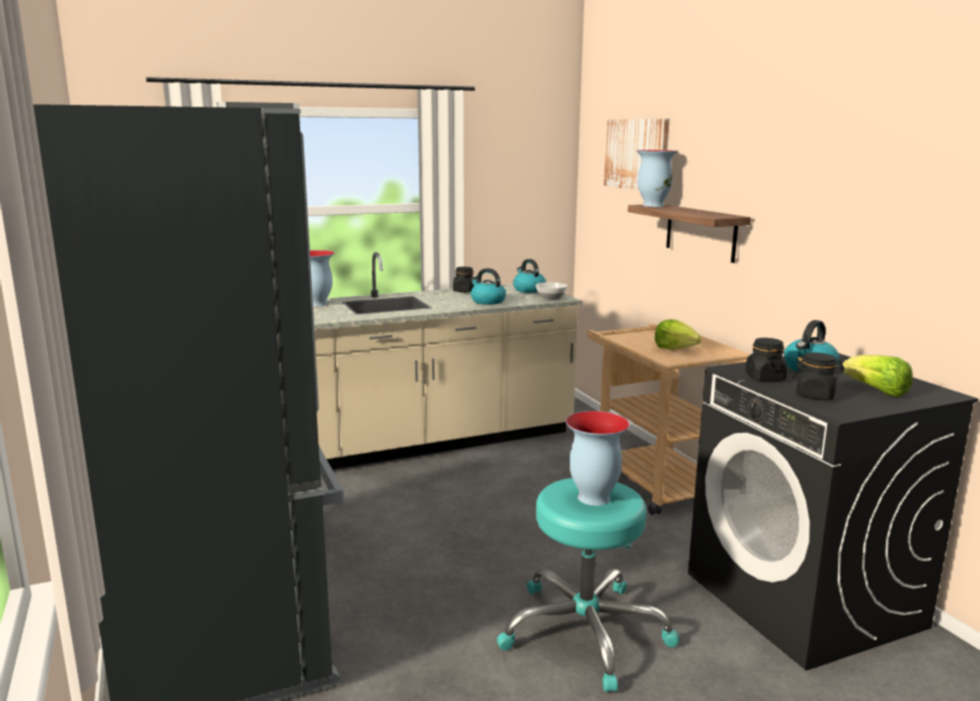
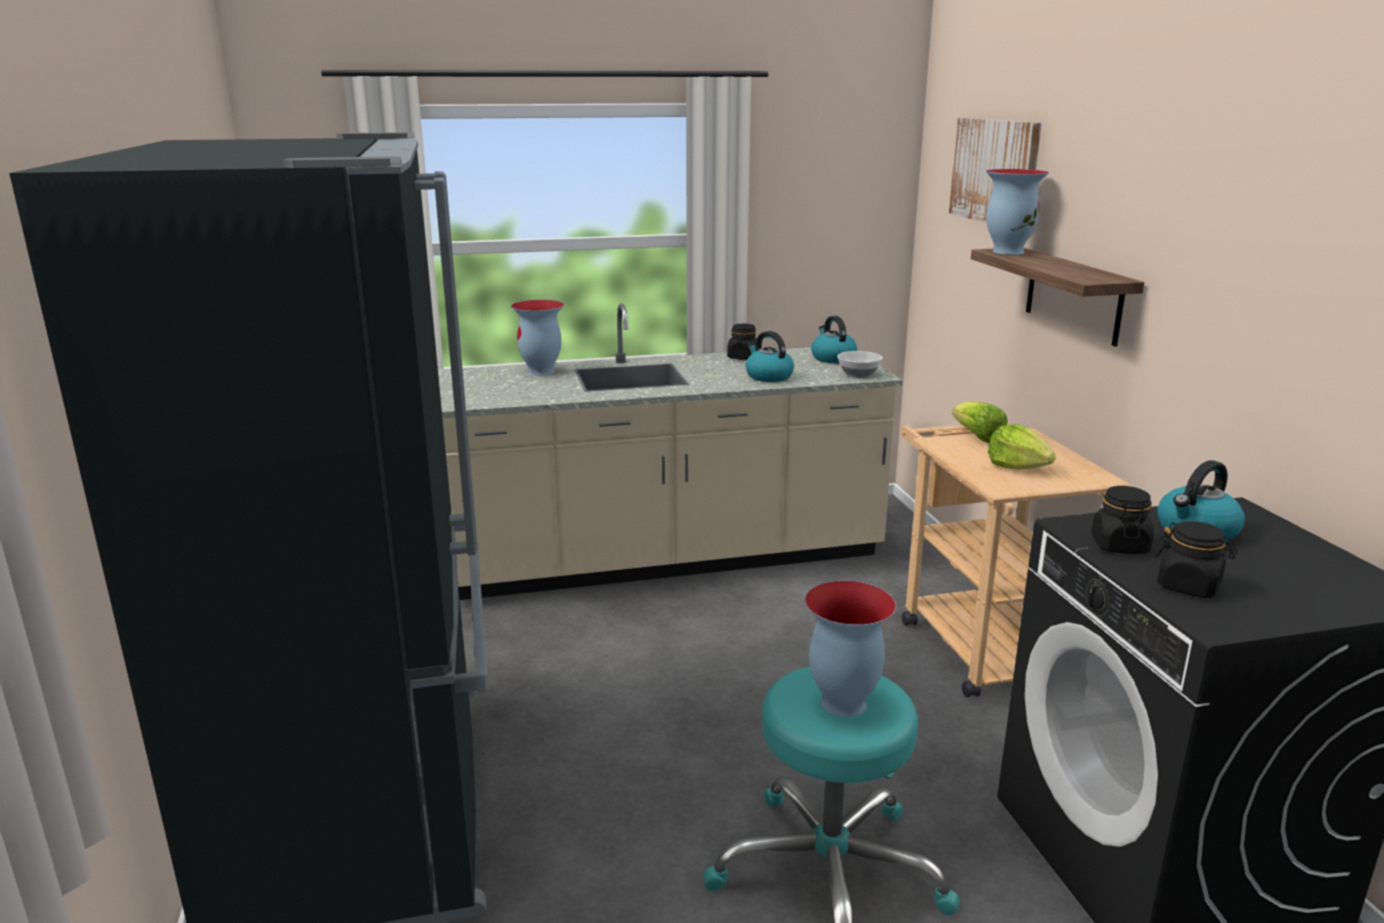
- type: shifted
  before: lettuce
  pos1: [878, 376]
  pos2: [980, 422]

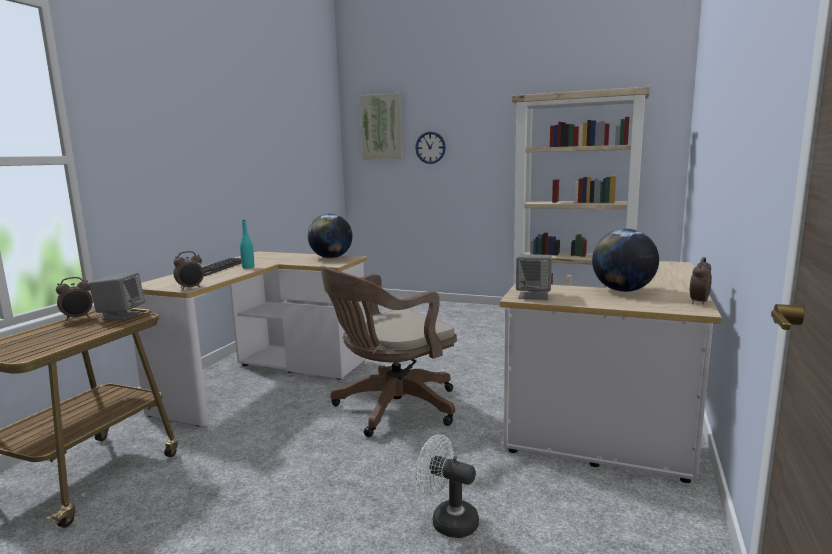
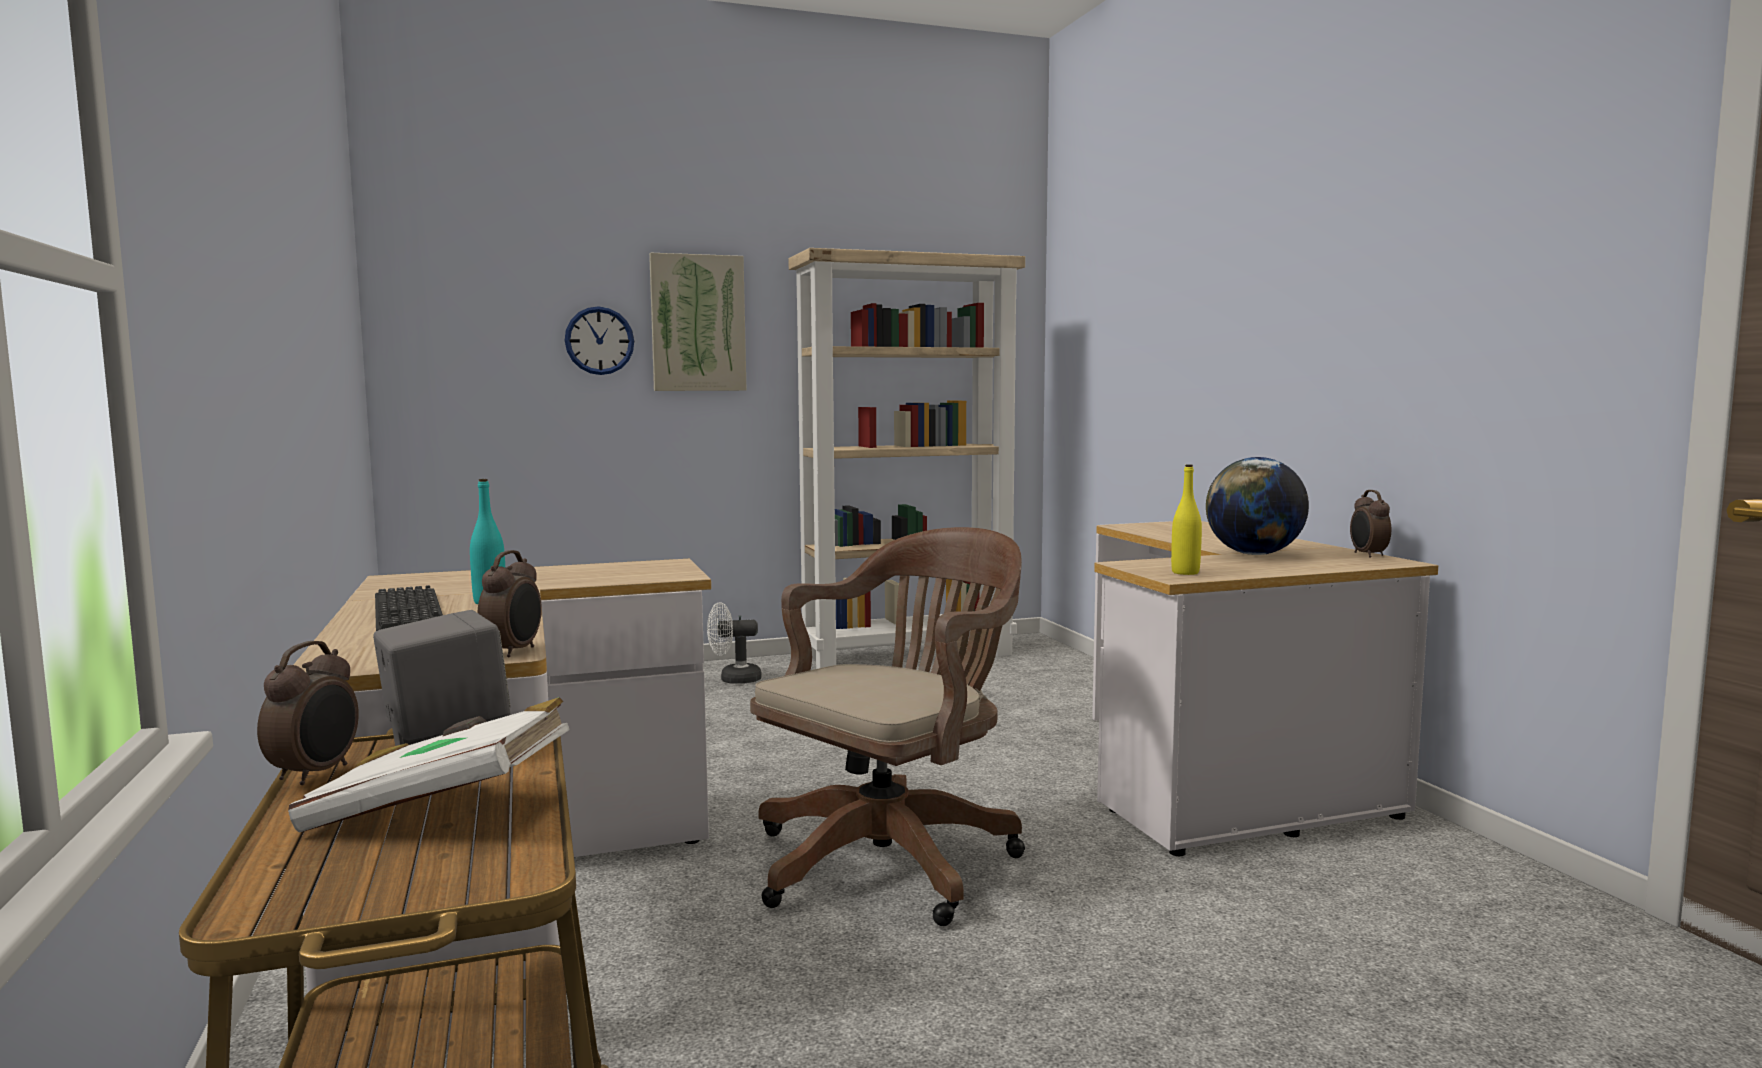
- type: new
  after: book in white
  pos2: [429, 765]
- type: shifted
  before: picture
  pos1: [381, 126]
  pos2: [698, 322]
- type: shifted
  before: fan in white
  pos1: [447, 486]
  pos2: [734, 643]
- type: rotated
  before: office chair in brown
  pos1: [388, 351]
  pos2: [887, 726]
  turn: -150
- type: swapped
  before: speaker in grey
  after: bottle in yellow
  pos1: [534, 277]
  pos2: [1186, 519]
- type: gone
  before: globe
  pos1: [330, 236]

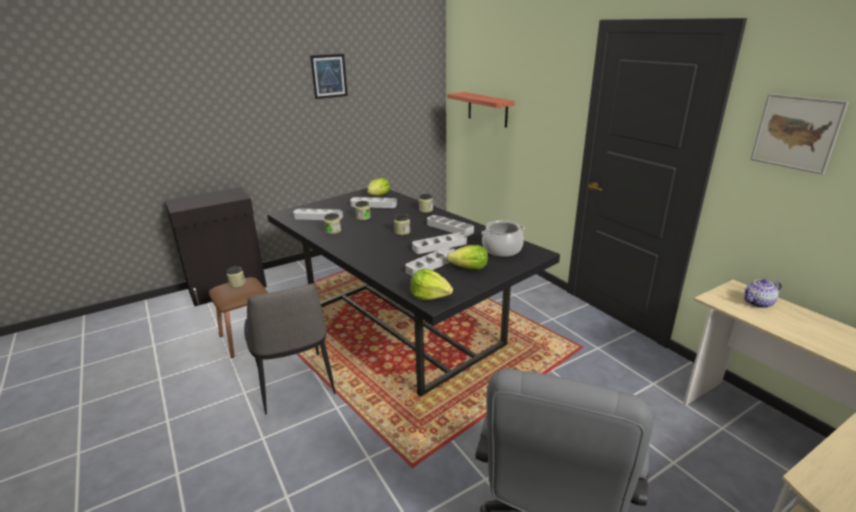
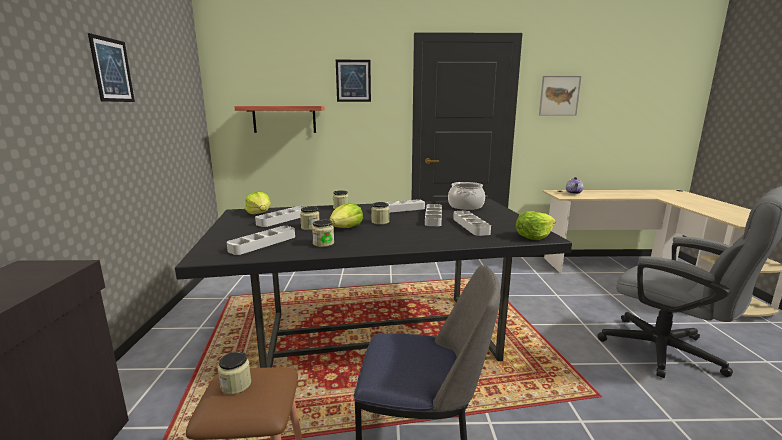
- type: shifted
  before: lettuce
  pos1: [467, 257]
  pos2: [346, 215]
- type: new
  after: picture
  pos2: [353, 81]

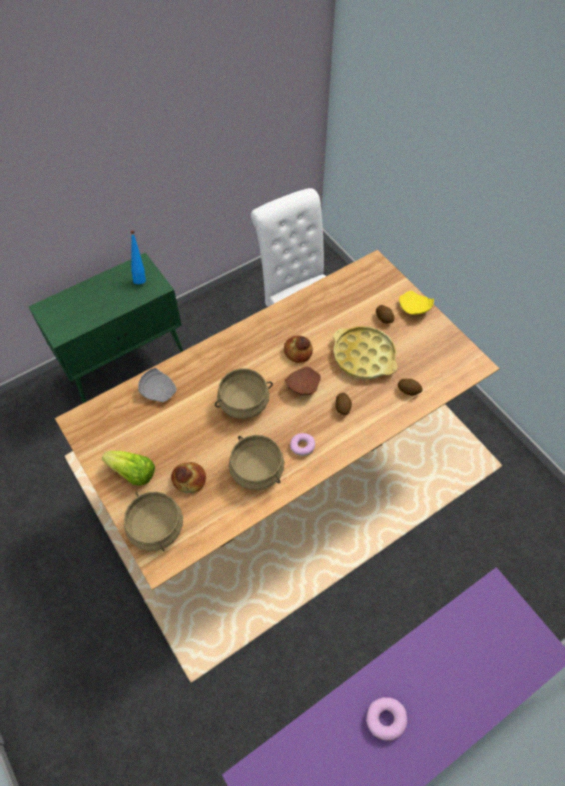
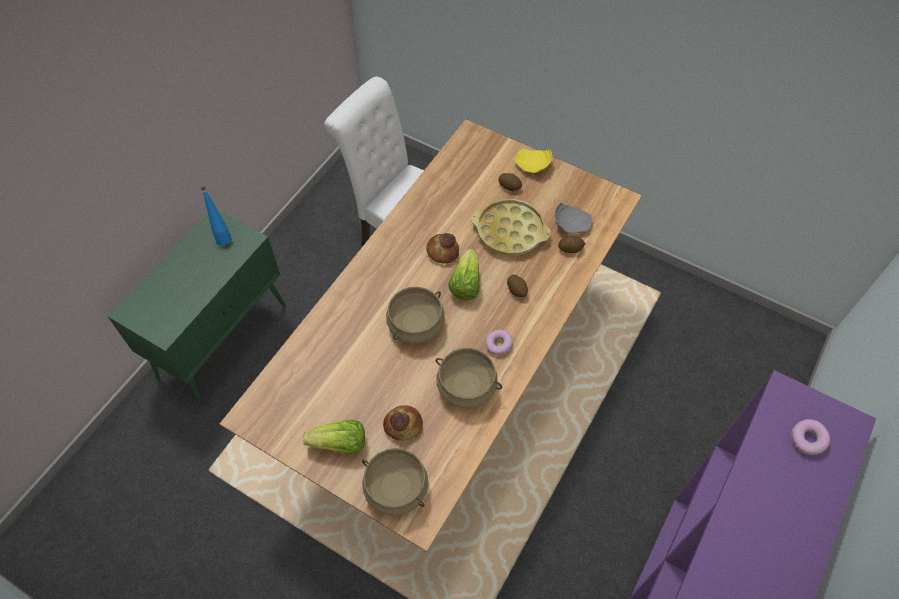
- type: swapped
  before: plate in brown
  after: lettuce
  pos1: [303, 381]
  pos2: [463, 274]
- type: shifted
  before: plate in grey
  pos1: [157, 385]
  pos2: [573, 217]
- type: shifted
  before: donut
  pos1: [386, 719]
  pos2: [810, 437]

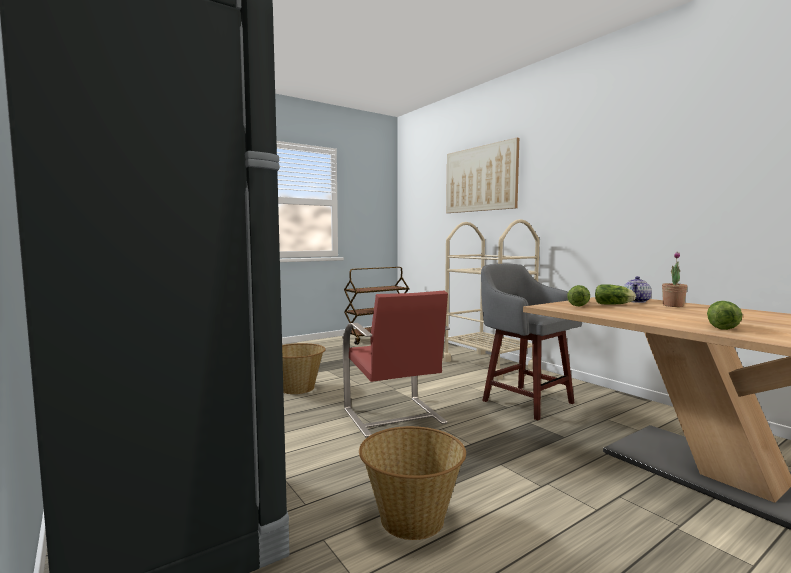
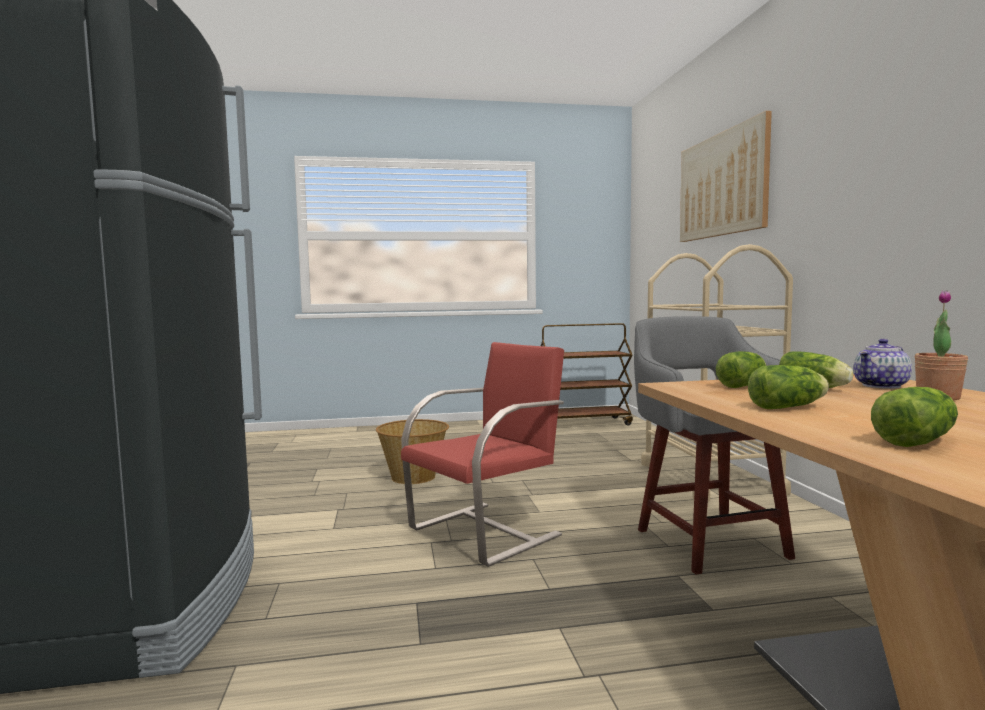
- type: rotated
  before: chair in red
  pos1: [396, 364]
  pos2: [482, 454]
  turn: -135
- type: new
  after: lettuce
  pos2: [788, 387]
- type: gone
  before: basket
  pos1: [412, 483]

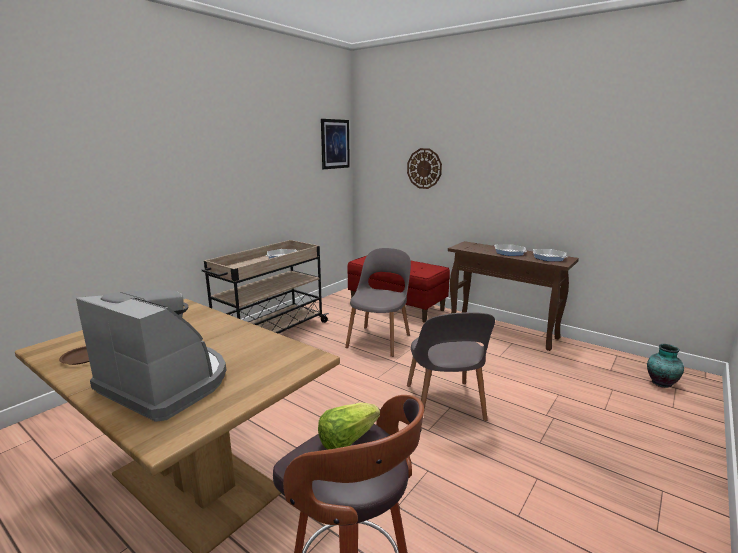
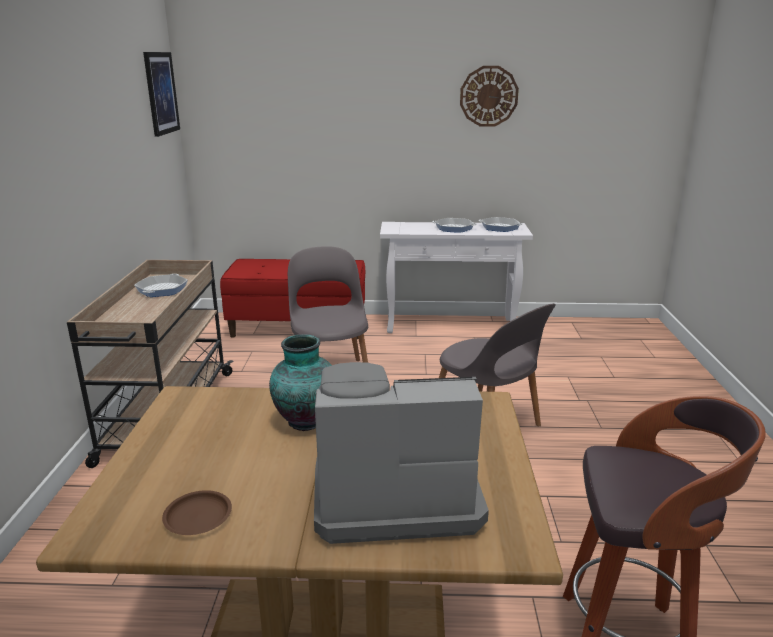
- type: shifted
  before: vase
  pos1: [665, 366]
  pos2: [300, 382]
- type: repainted
  before: console table in brown
  after: console table in white
  pos1: [513, 296]
  pos2: [456, 277]
- type: shifted
  before: wall clock
  pos1: [424, 168]
  pos2: [489, 96]
- type: gone
  before: lettuce
  pos1: [349, 426]

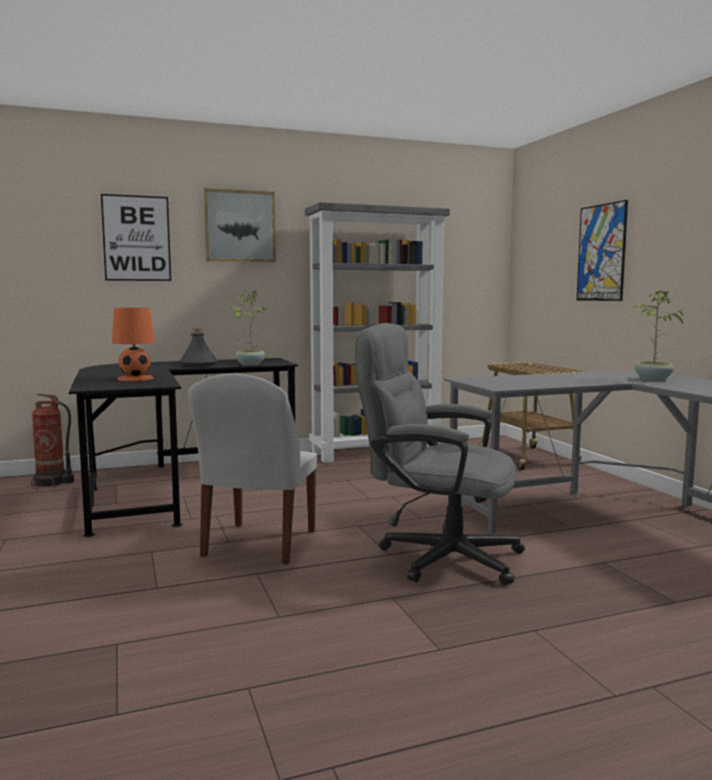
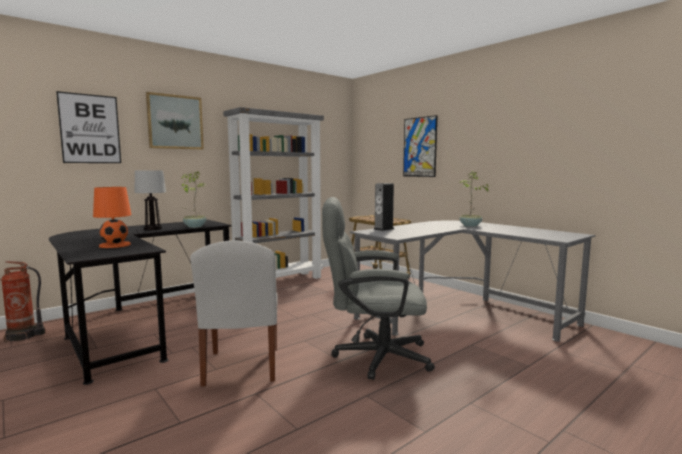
- type: swapped
  before: bottle in grey
  after: table lamp
  pos1: [198, 347]
  pos2: [150, 200]
- type: new
  after: speaker
  pos2: [383, 207]

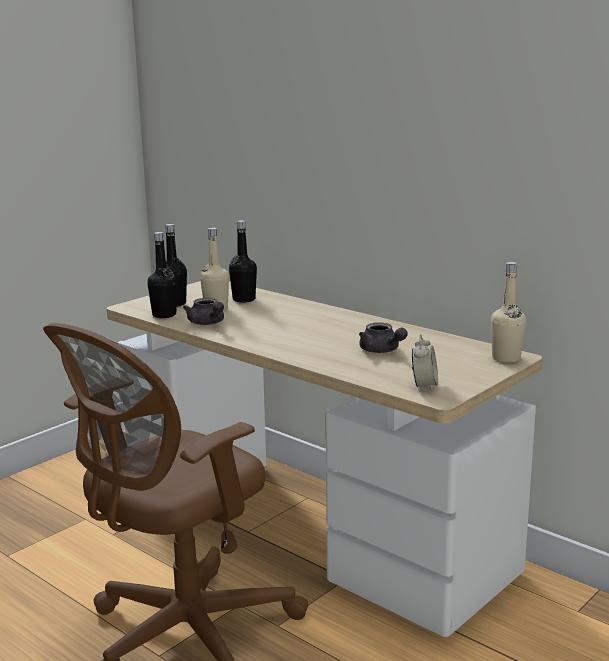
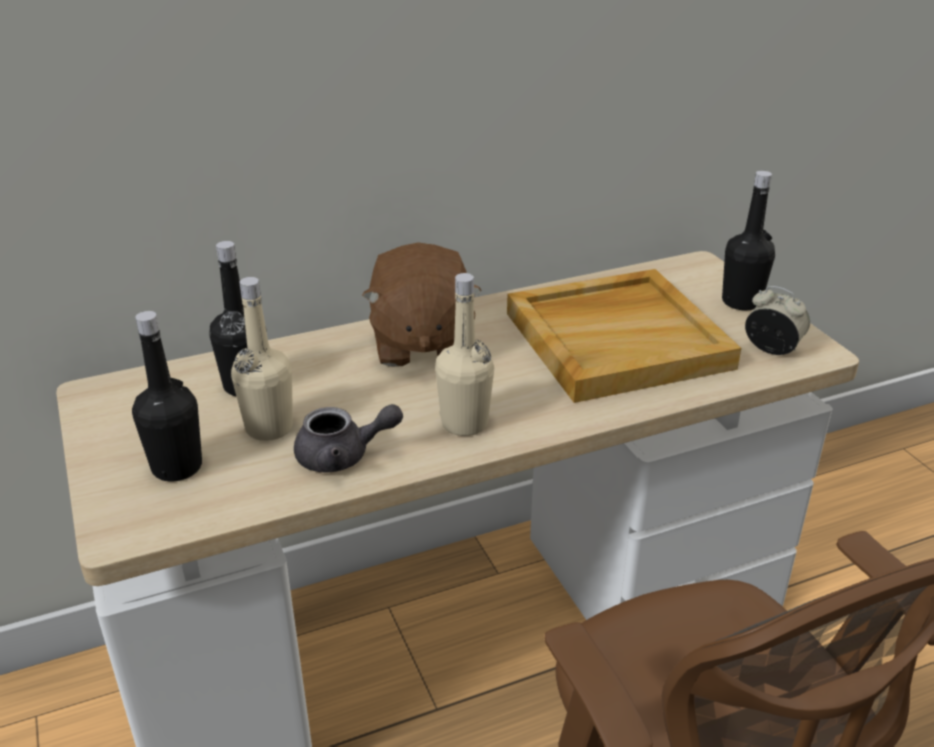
- type: new
  after: plush toy in brown
  pos2: [422, 305]
- type: shifted
  before: bottle in beige
  pos1: [508, 312]
  pos2: [464, 354]
- type: swapped
  before: teapot in grey
  after: tray in beige
  pos1: [383, 337]
  pos2: [624, 336]
- type: shifted
  before: bottle in black
  pos1: [162, 275]
  pos2: [748, 241]

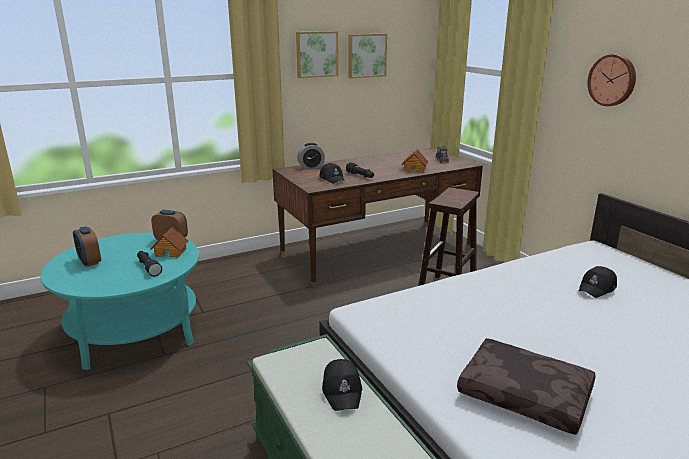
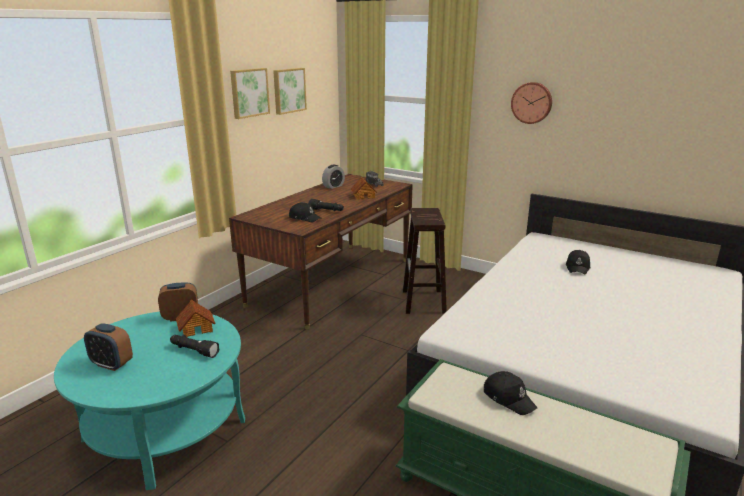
- type: shifted
  before: alarm clock
  pos1: [311, 156]
  pos2: [333, 177]
- type: gone
  before: pillow in brown
  pos1: [526, 386]

